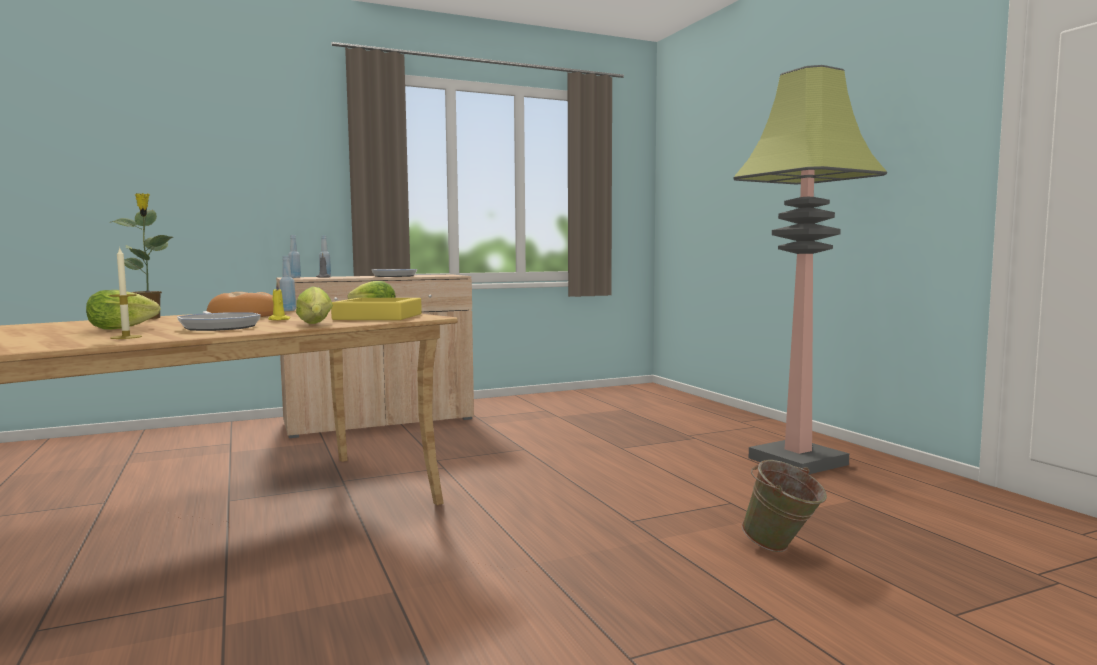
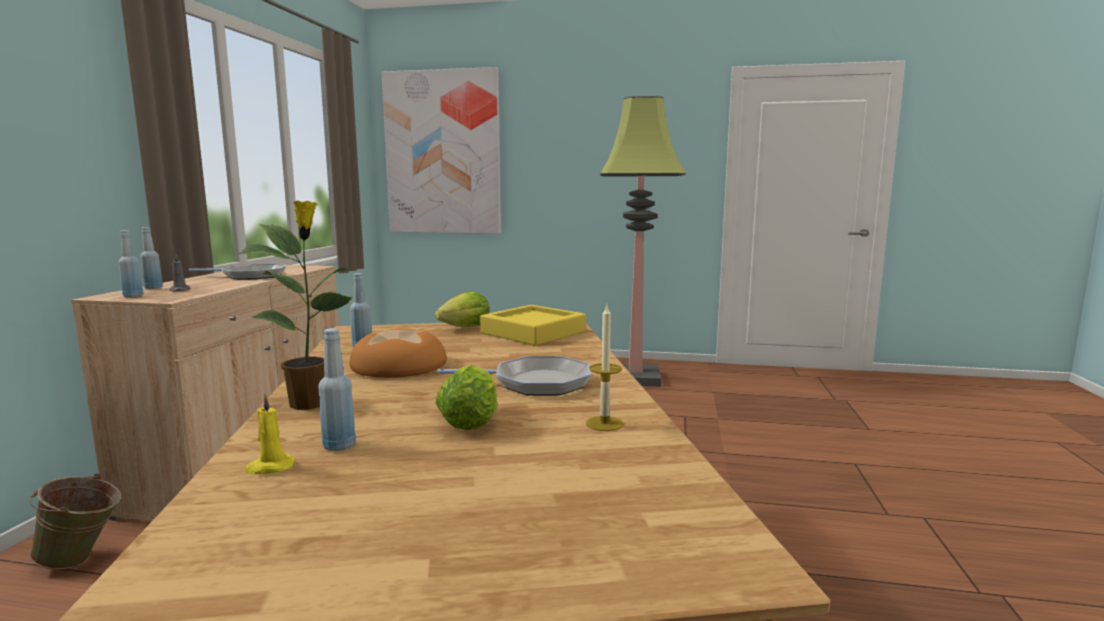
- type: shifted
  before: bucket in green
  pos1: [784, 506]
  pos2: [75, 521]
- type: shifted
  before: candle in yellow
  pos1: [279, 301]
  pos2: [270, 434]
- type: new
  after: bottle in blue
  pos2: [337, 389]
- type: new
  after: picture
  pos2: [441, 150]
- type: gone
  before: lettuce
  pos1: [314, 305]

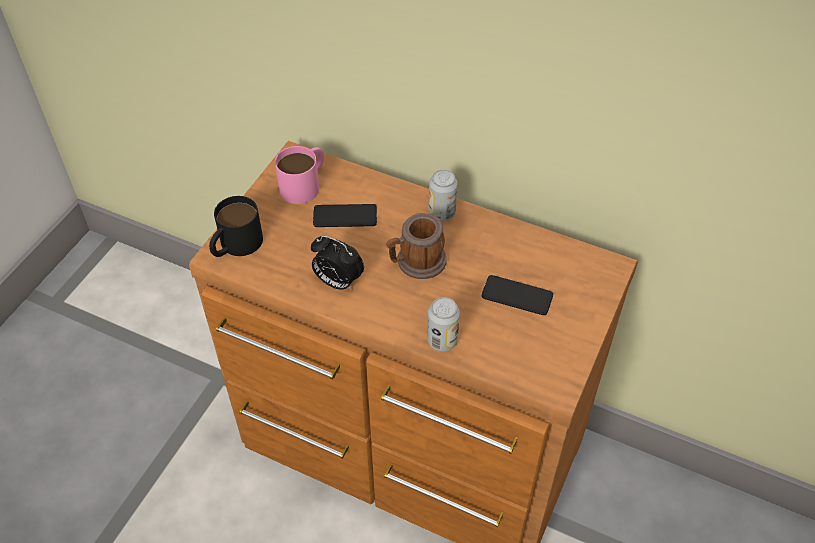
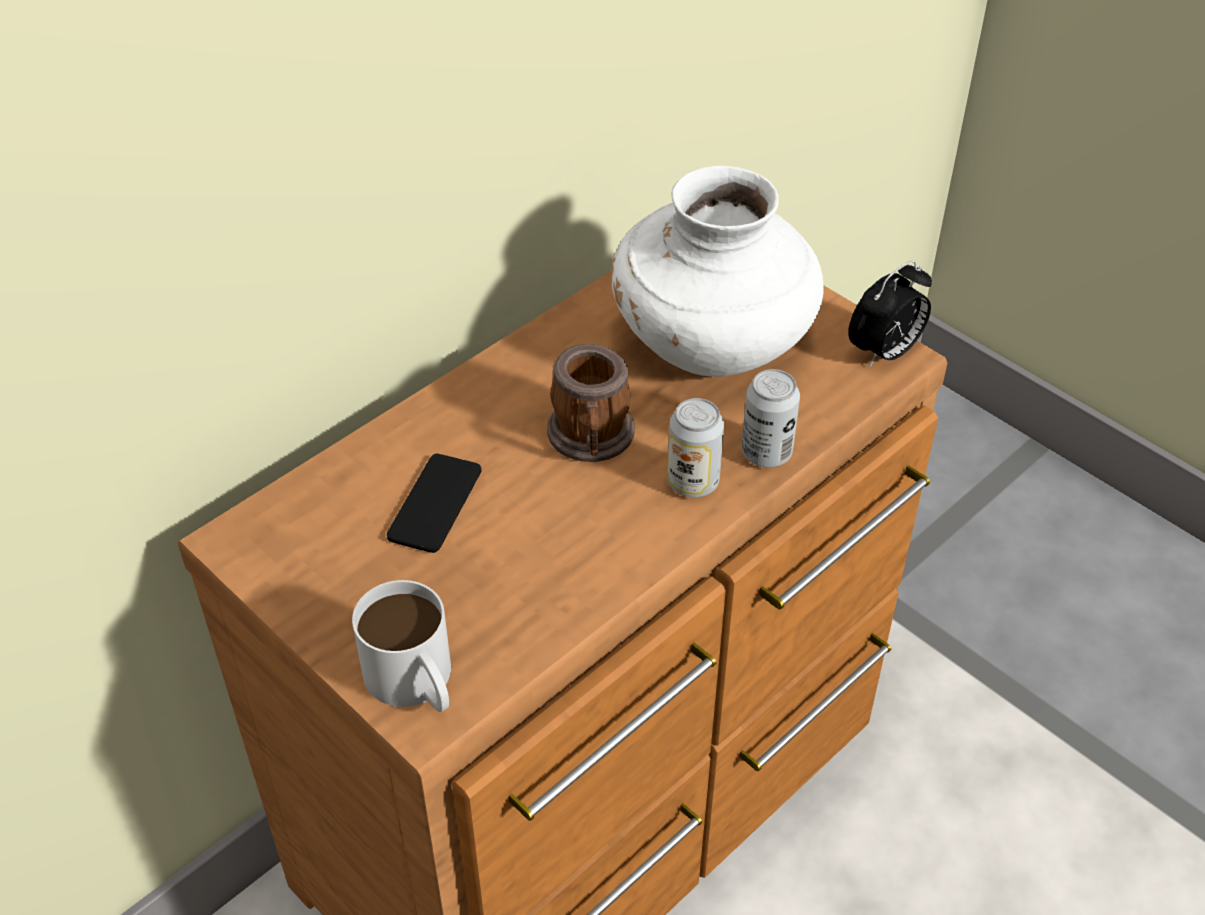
- type: repainted
  before: mug in black
  after: mug in white
  pos1: [236, 226]
  pos2: [401, 646]
- type: swapped
  before: phone
  after: vase in white
  pos1: [517, 295]
  pos2: [717, 271]
- type: shifted
  before: can
  pos1: [443, 195]
  pos2: [695, 448]
- type: shifted
  before: alarm clock
  pos1: [337, 263]
  pos2: [890, 314]
- type: gone
  before: mug in pink
  pos1: [299, 175]

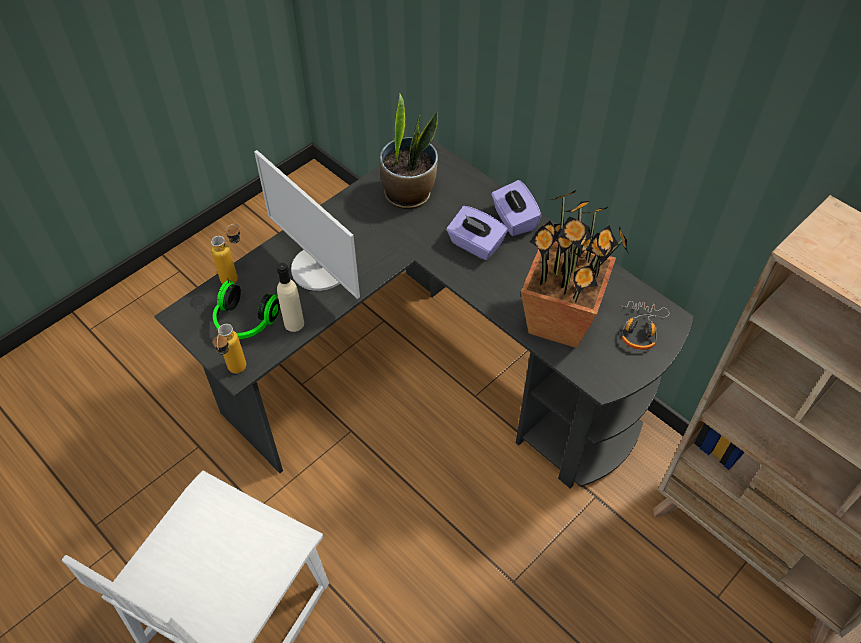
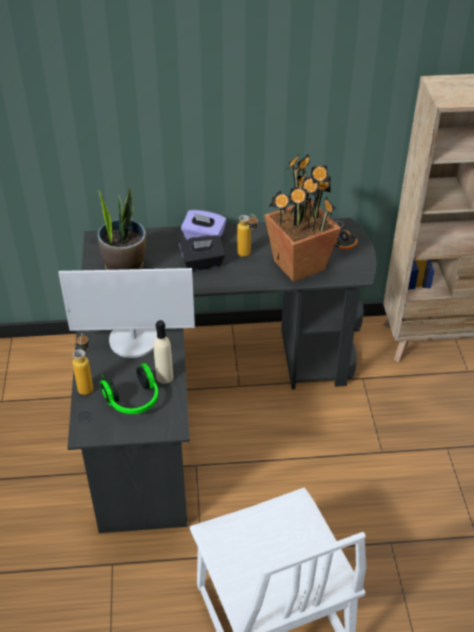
- type: repainted
  before: tissue box in purple
  after: tissue box in black
  pos1: [477, 233]
  pos2: [202, 253]
- type: shifted
  before: bottle
  pos1: [229, 348]
  pos2: [247, 236]

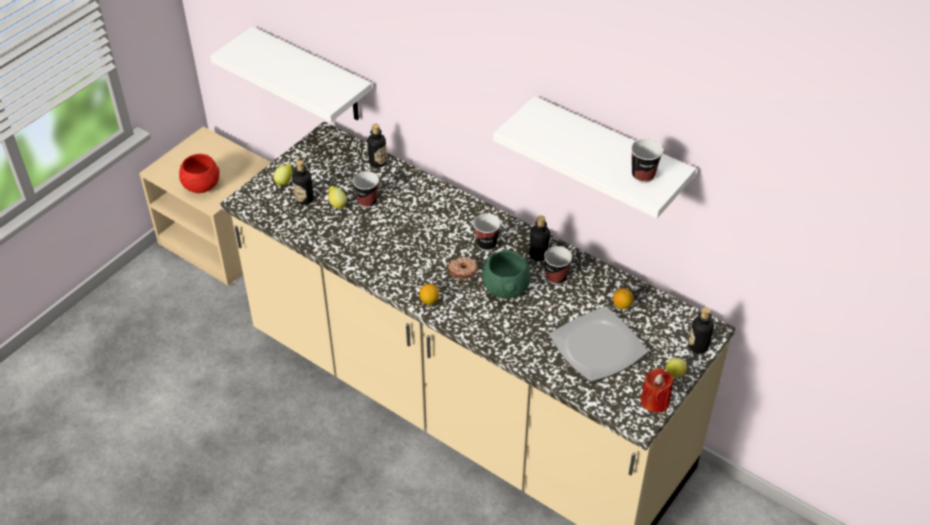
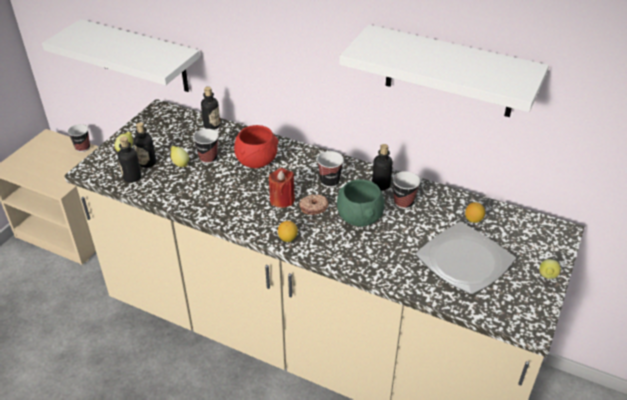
- type: shifted
  before: cup
  pos1: [647, 161]
  pos2: [79, 138]
- type: shifted
  before: bottle
  pos1: [701, 330]
  pos2: [129, 160]
- type: shifted
  before: bowl in red
  pos1: [199, 173]
  pos2: [256, 146]
- type: shifted
  before: candle in red
  pos1: [657, 390]
  pos2: [282, 188]

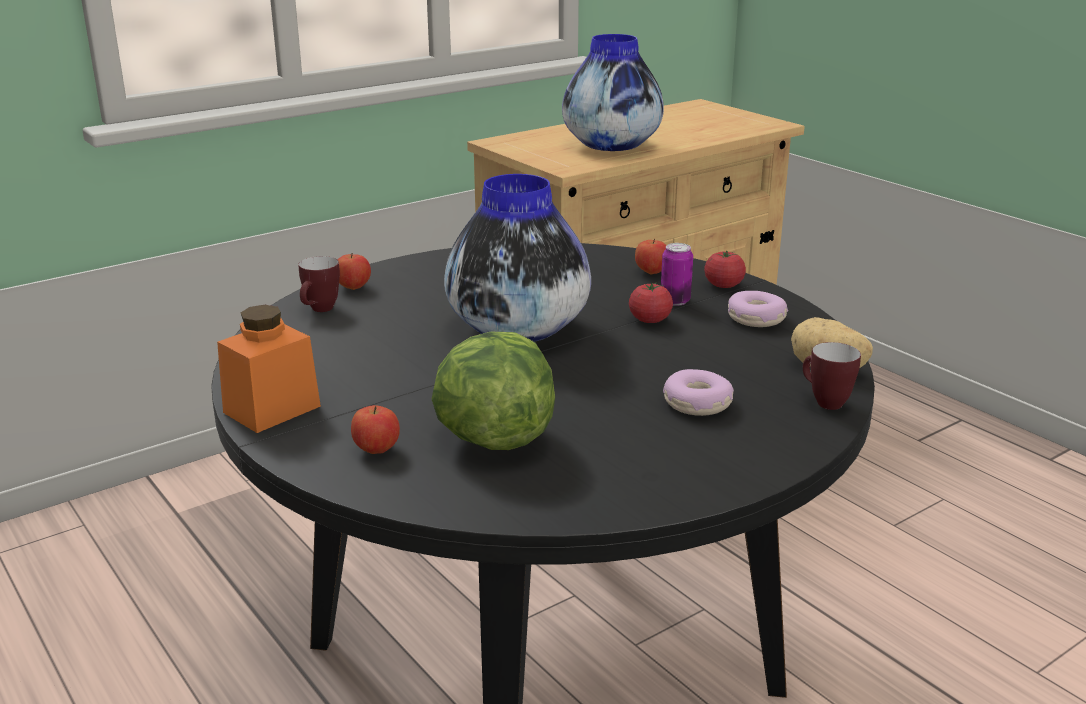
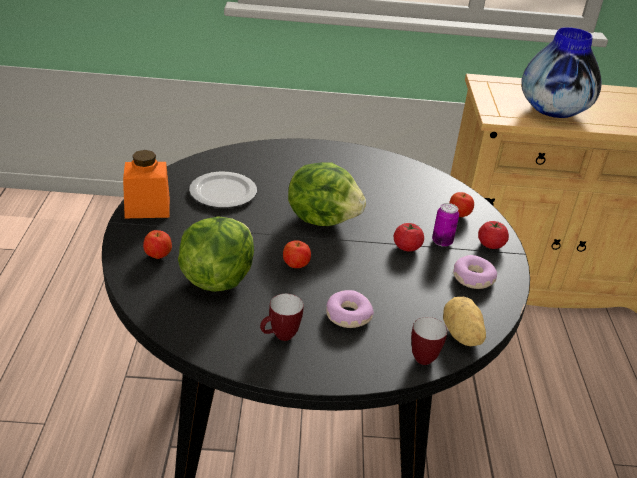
- type: new
  after: plate
  pos2: [223, 190]
- type: shifted
  before: mug
  pos1: [319, 284]
  pos2: [282, 317]
- type: shifted
  before: apple
  pos1: [354, 271]
  pos2: [297, 254]
- type: swapped
  before: vase
  after: lettuce
  pos1: [517, 258]
  pos2: [327, 194]

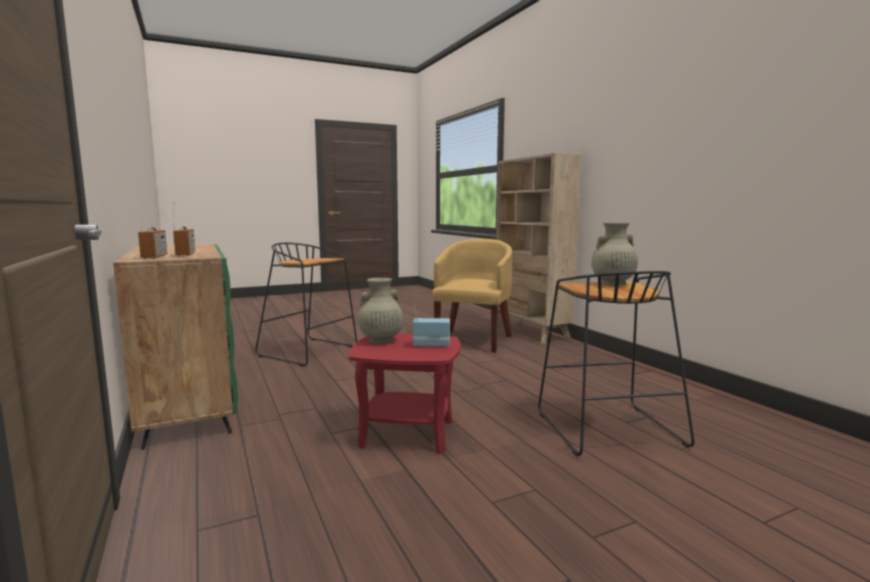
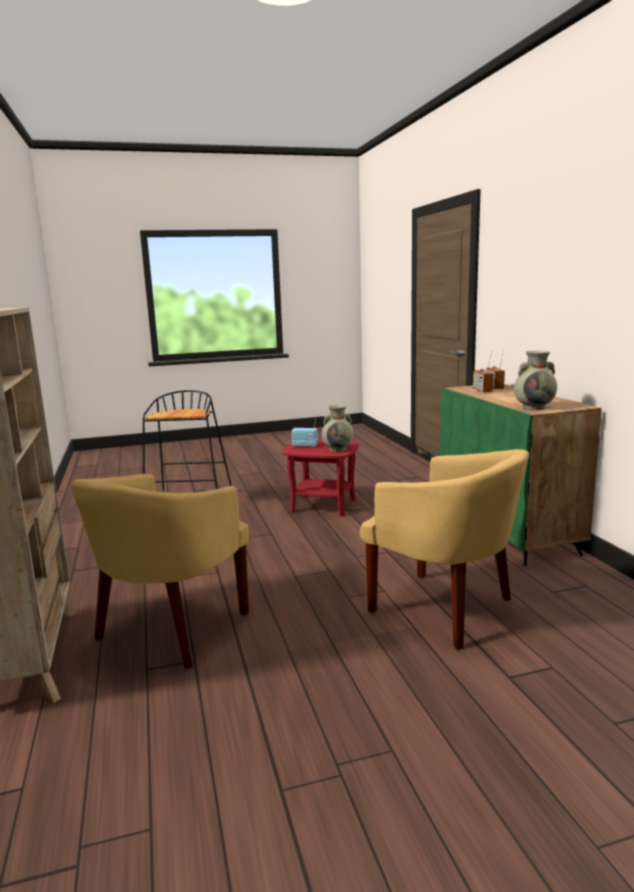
- type: swapped
  before: stool in black
  after: armchair in yellow
  pos1: [306, 304]
  pos2: [444, 549]
- type: shifted
  before: vase in beige
  pos1: [614, 254]
  pos2: [535, 380]

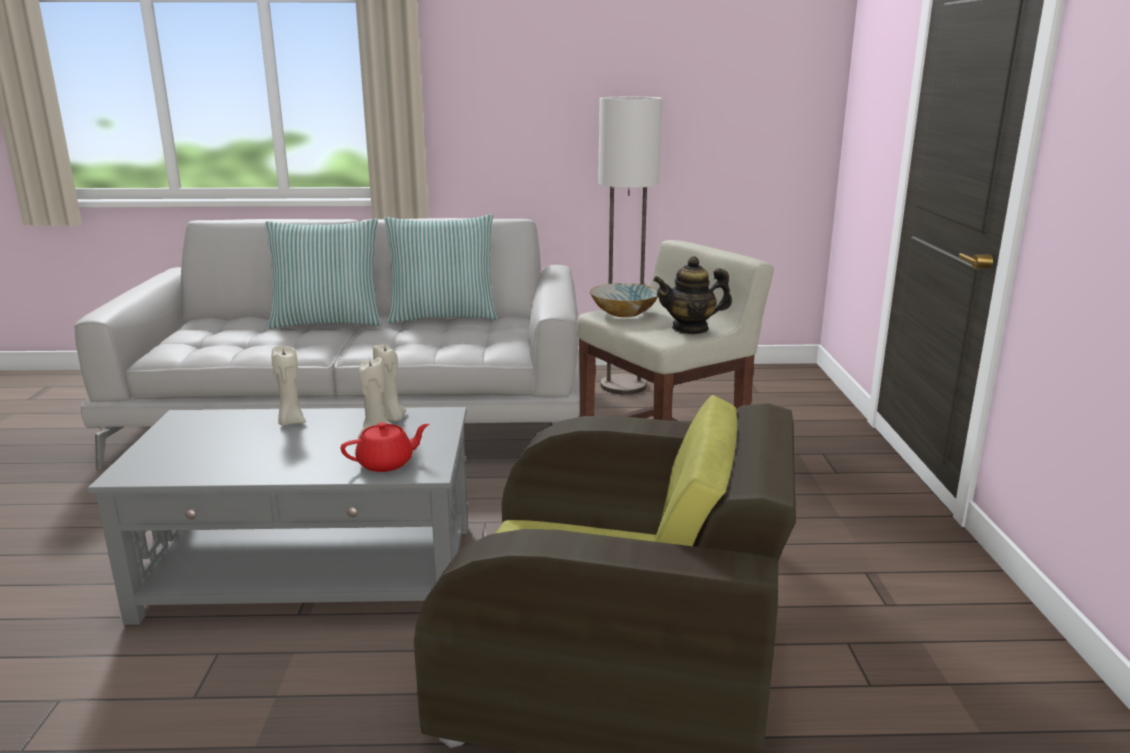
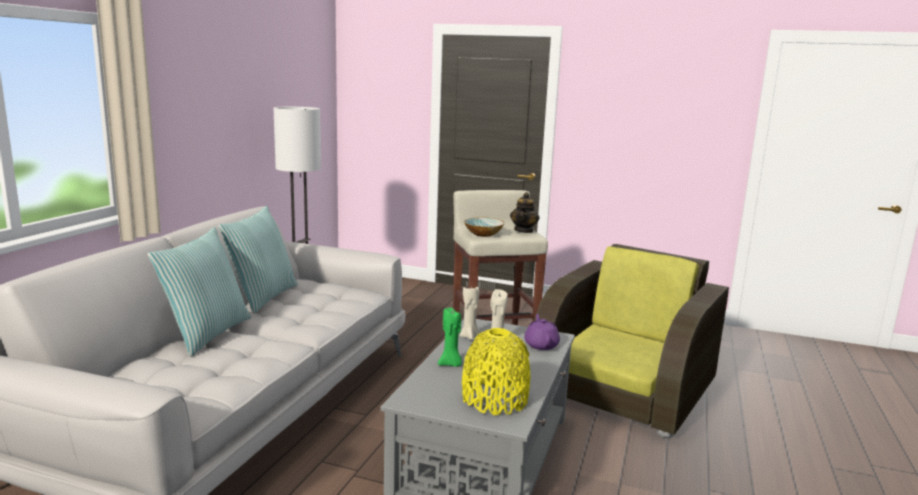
- type: repainted
  before: candle in beige
  after: candle in green
  pos1: [289, 386]
  pos2: [450, 337]
- type: new
  after: vase in yellow
  pos2: [496, 371]
- type: repainted
  before: teapot in red
  after: teapot in purple
  pos1: [385, 447]
  pos2: [542, 332]

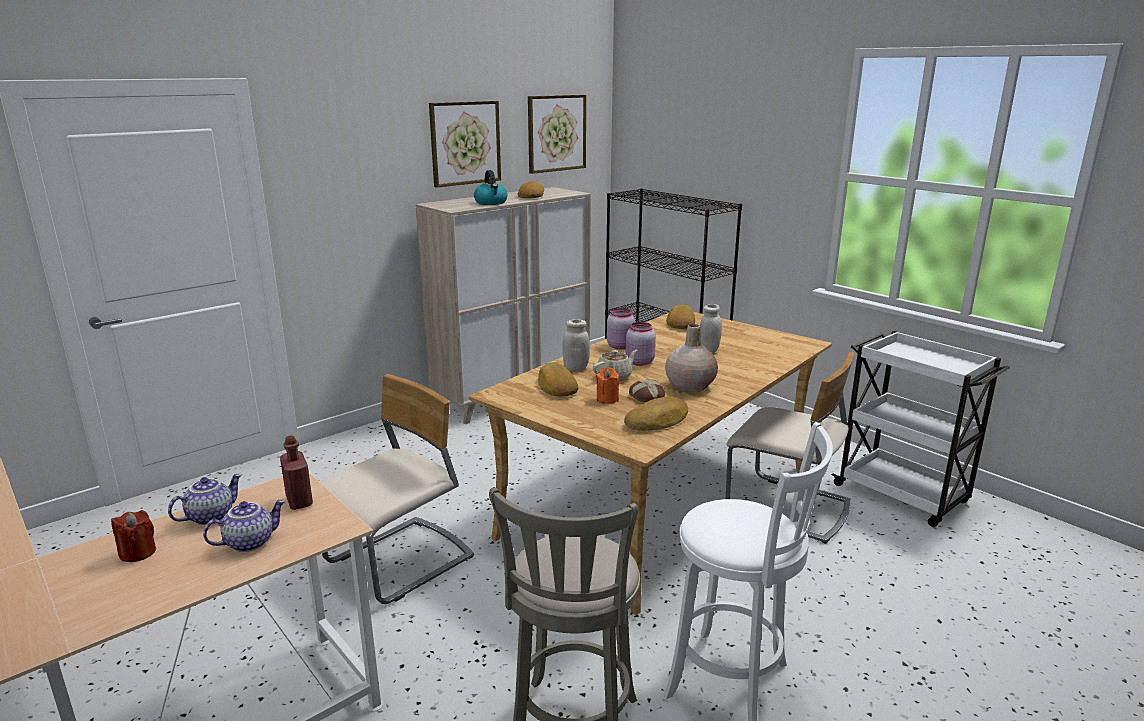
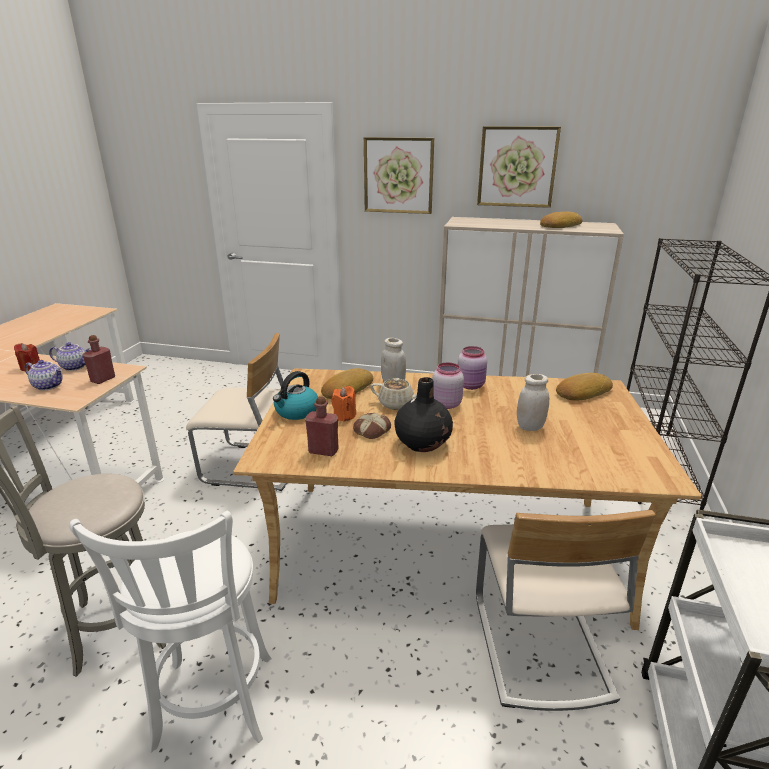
- type: shifted
  before: kettle
  pos1: [491, 187]
  pos2: [295, 395]
- type: swapped
  before: bread
  after: bottle in red
  pos1: [656, 414]
  pos2: [322, 426]
- type: shifted
  before: picture
  pos1: [557, 134]
  pos2: [399, 175]
- type: repainted
  before: vase in beige
  after: vase in black
  pos1: [691, 358]
  pos2: [423, 414]

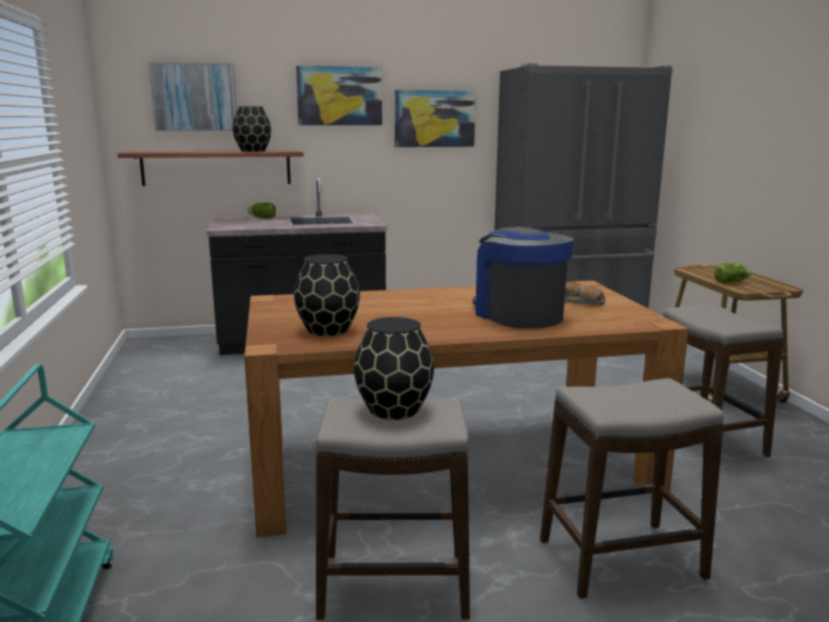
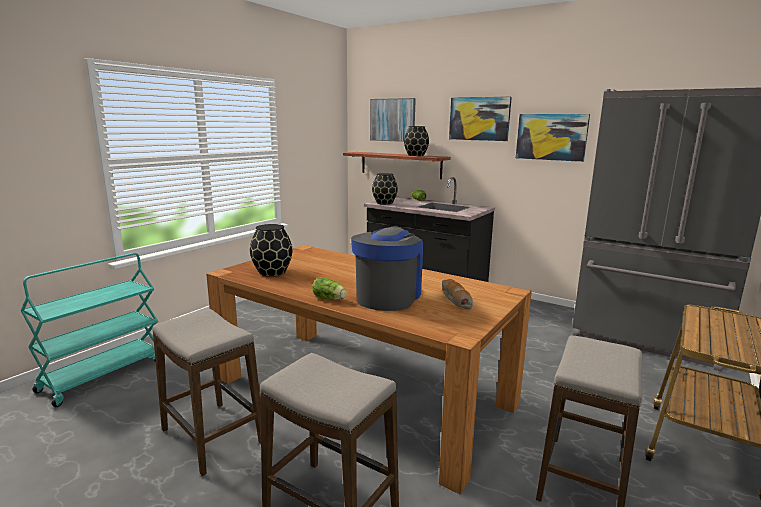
- type: shifted
  before: lettuce
  pos1: [733, 273]
  pos2: [329, 288]
- type: shifted
  before: vase in black
  pos1: [394, 368]
  pos2: [385, 188]

